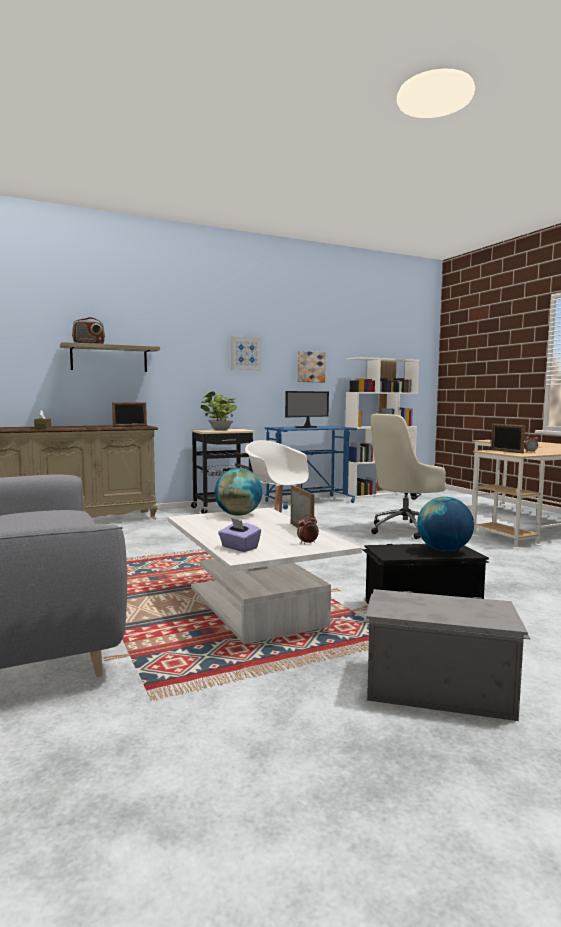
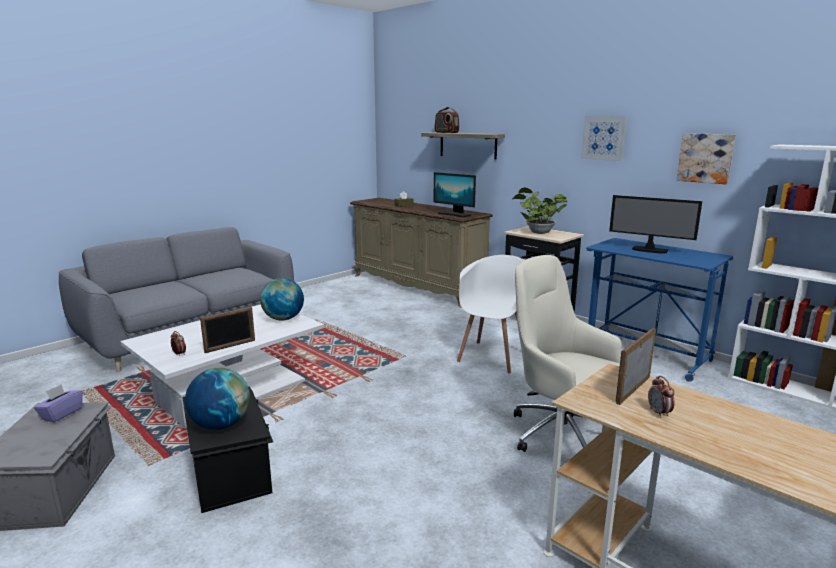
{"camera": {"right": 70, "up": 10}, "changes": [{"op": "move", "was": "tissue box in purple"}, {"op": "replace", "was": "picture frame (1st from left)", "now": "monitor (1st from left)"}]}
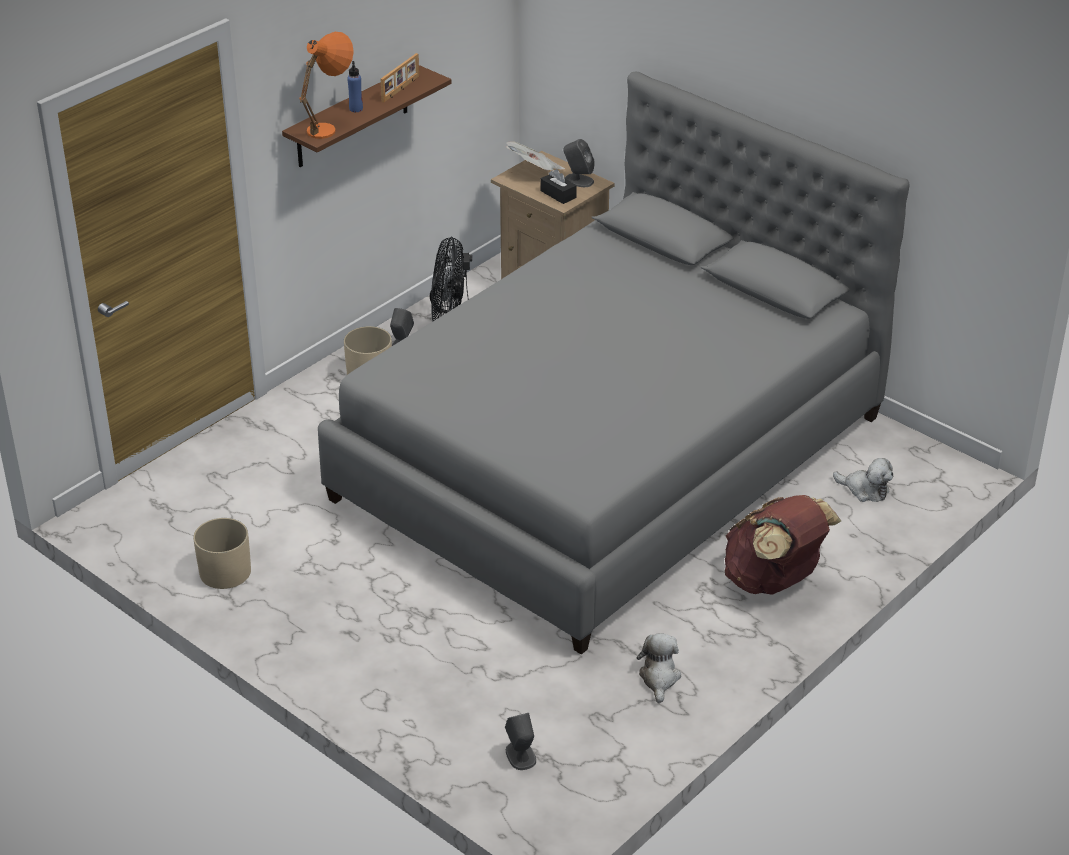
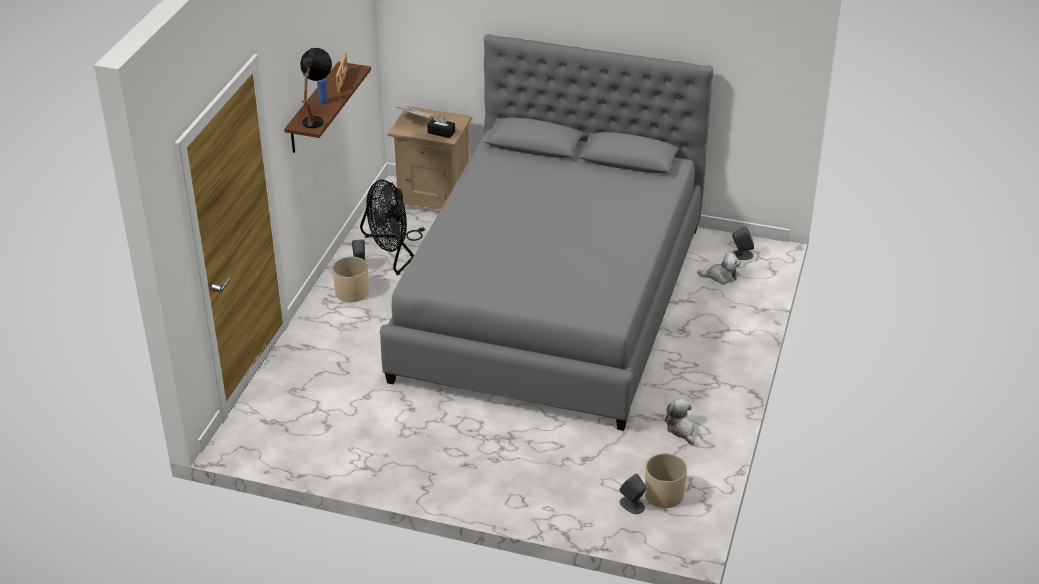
{"camera": {"right": -25, "up": 0}, "changes": [{"op": "recolor", "was": "table lamp in orange", "now": "table lamp in black"}, {"op": "move", "was": "planter in beige (1st from left in the first image)", "now": "planter in beige (2nd from left)"}, {"op": "move", "was": "speaker in grey (3rd from left)"}, {"op": "delete", "was": "backpack in brown"}]}
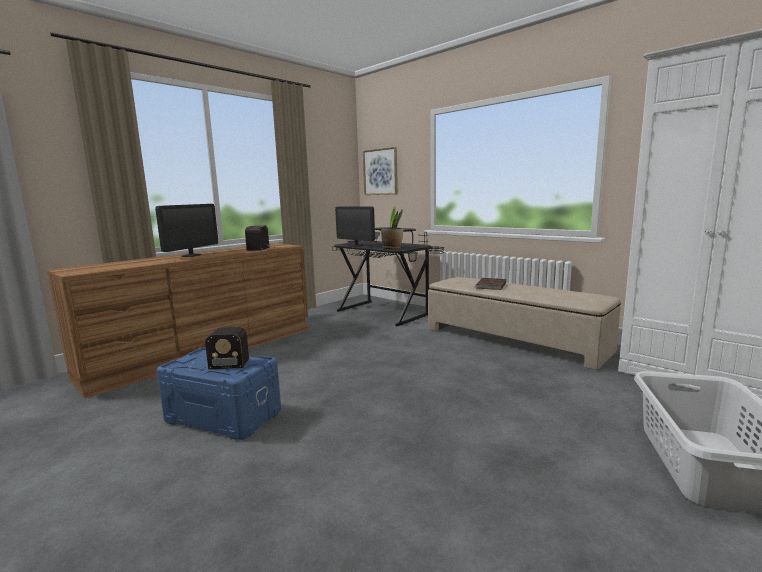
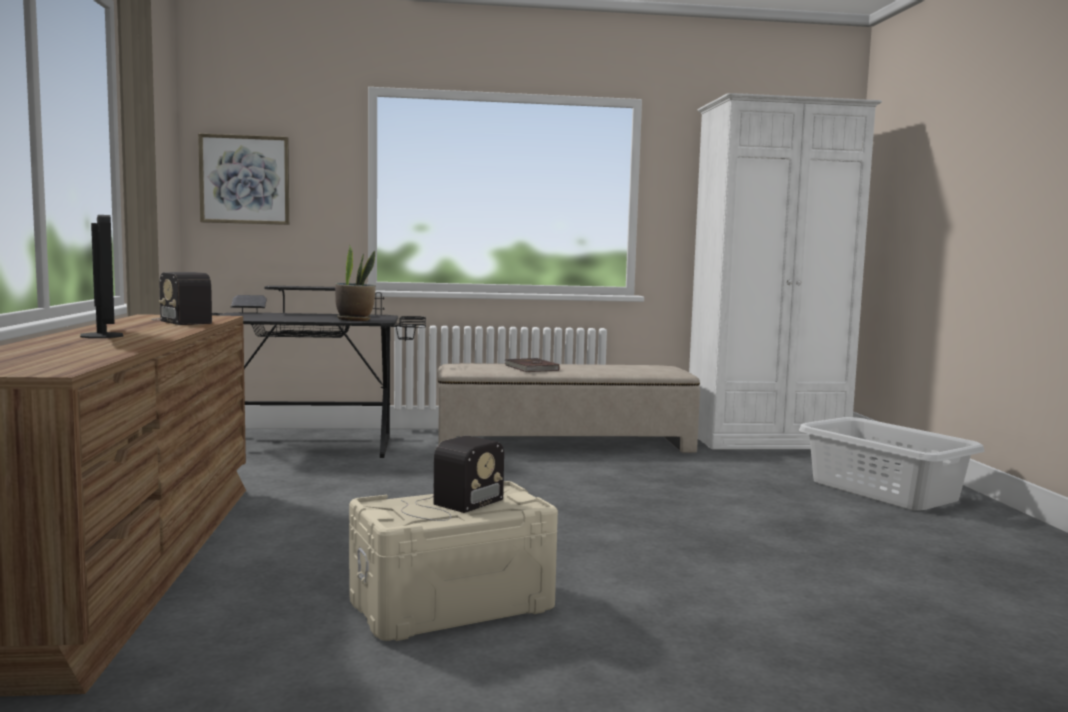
{"camera": {"right": -50, "up": -5}, "changes": [{"op": "recolor", "was": "storage box in blue", "now": "storage box in beige"}, {"op": "delete", "was": "monitor (2nd from left)"}]}
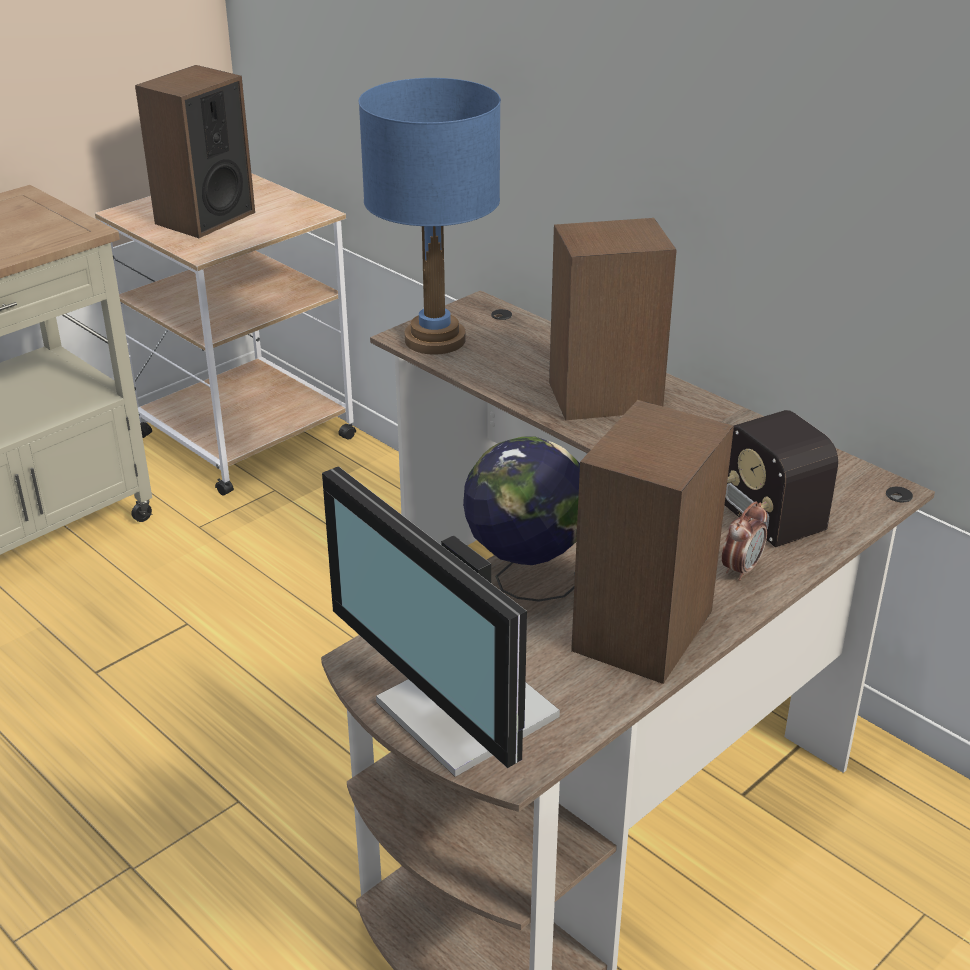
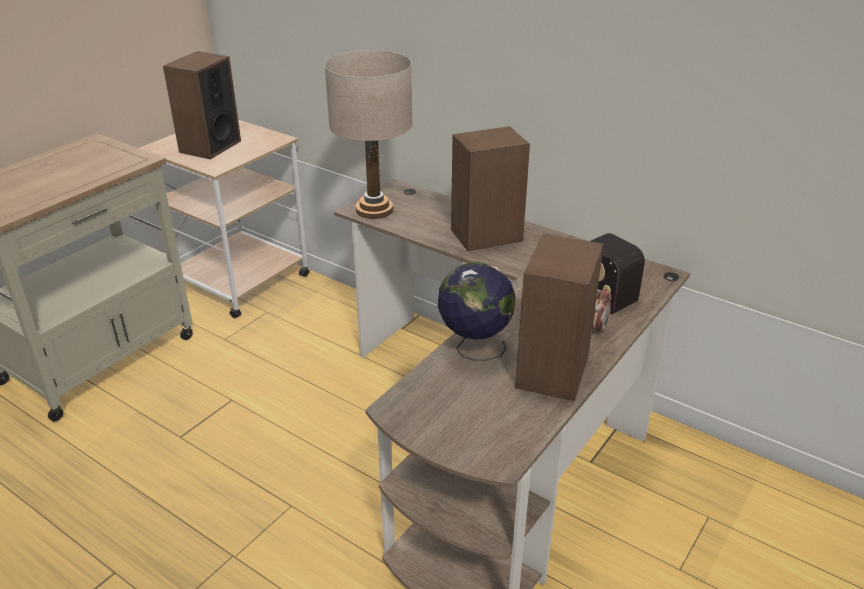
{"camera": {"right": -10, "up": 0}, "changes": [{"op": "recolor", "was": "table lamp in blue", "now": "table lamp in beige"}, {"op": "delete", "was": "monitor"}]}
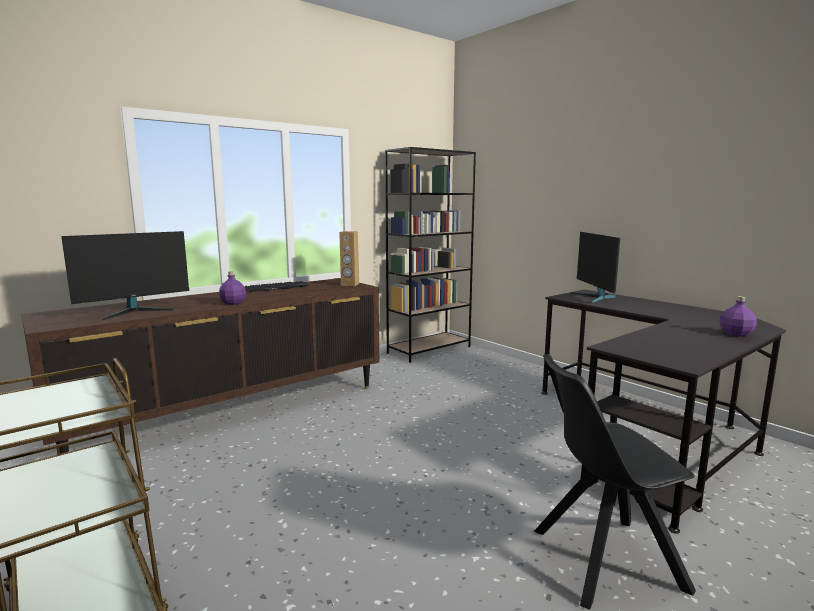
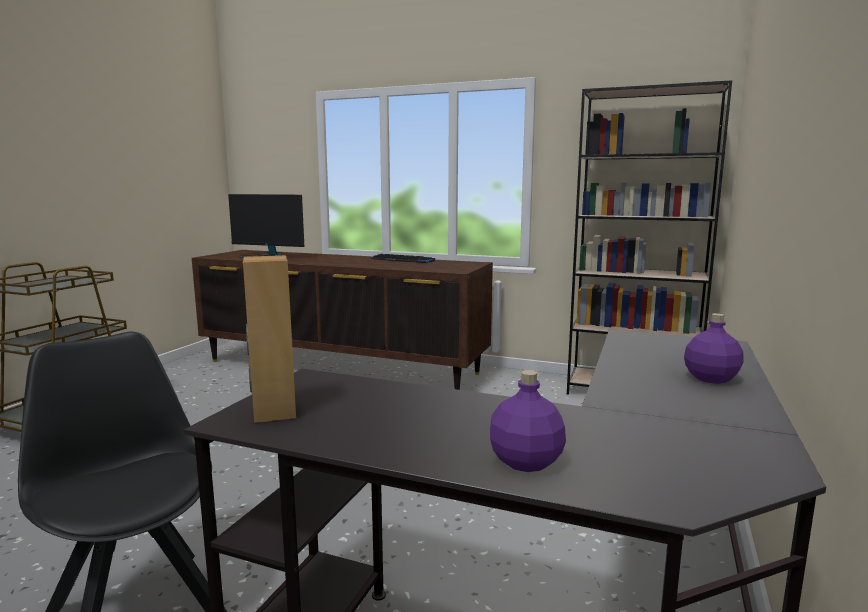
{"camera": {"right": 60, "up": 0}, "changes": [{"op": "move", "was": "speaker in brown"}, {"op": "move", "was": "bottle in purple (1st from left in the first image)", "now": "bottle in purple (2nd from left)"}, {"op": "delete", "was": "monitor (2nd from left)"}]}
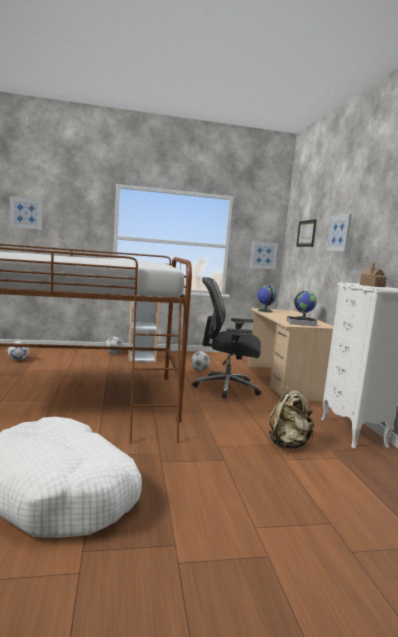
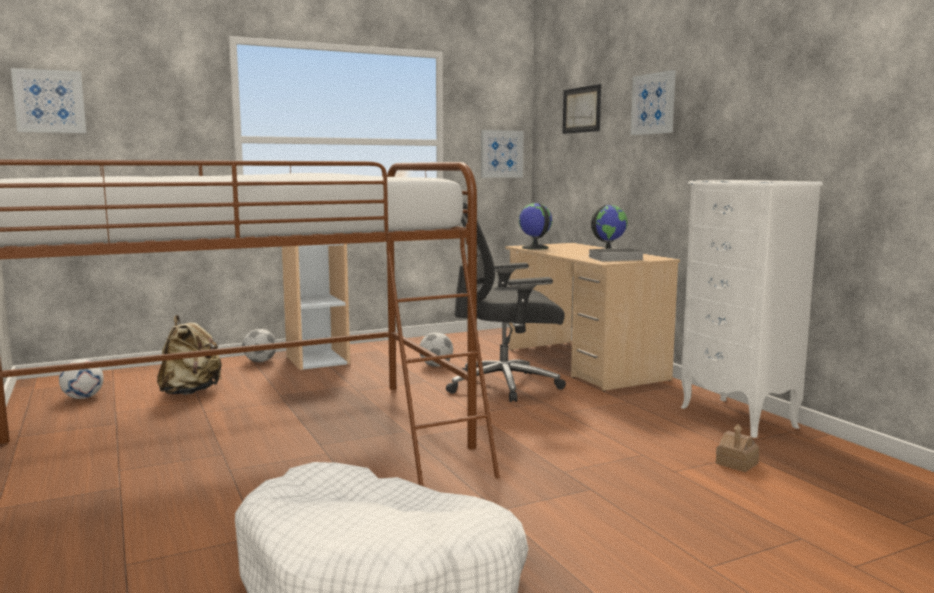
{"camera": {"right": -15, "up": 0}, "changes": [{"op": "move", "was": "backpack in beige"}, {"op": "move", "was": "toy house"}]}
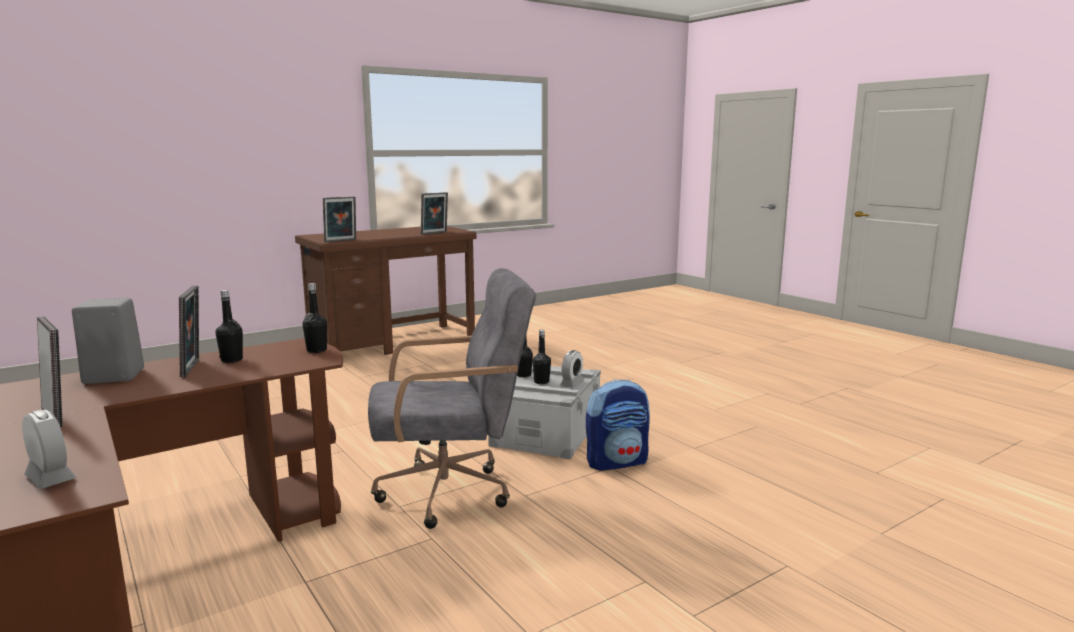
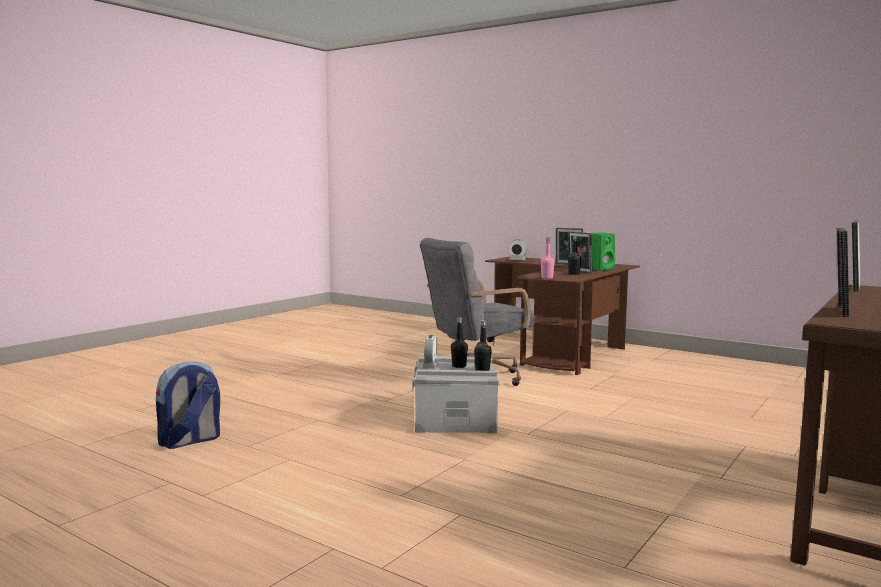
{"camera": {"right": 160, "up": -5}, "changes": [{"op": "move", "was": "backpack"}, {"op": "recolor", "was": "bottle in black (2nd from left)", "now": "bottle in pink"}, {"op": "recolor", "was": "speaker in grey", "now": "speaker in green"}]}
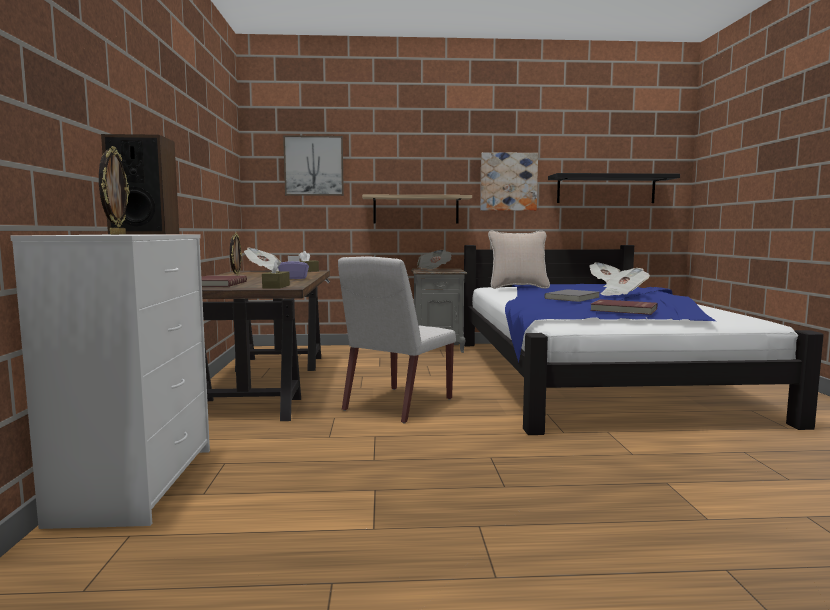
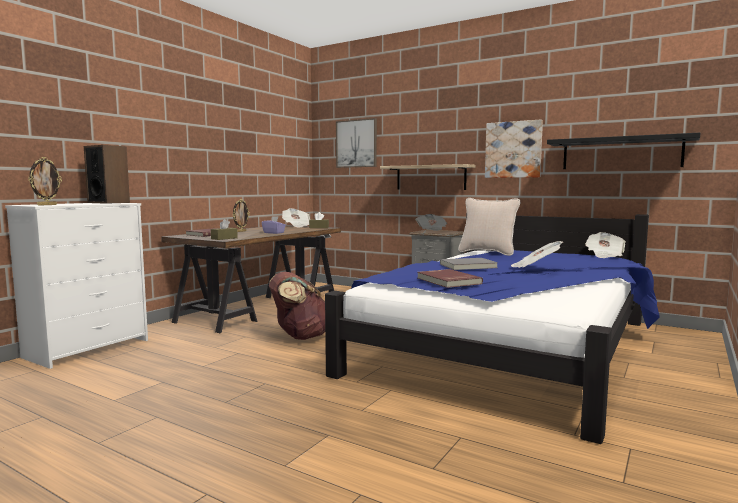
{"camera": {"right": 35, "up": 0}, "changes": [{"op": "replace", "was": "chair in white", "now": "backpack in brown"}]}
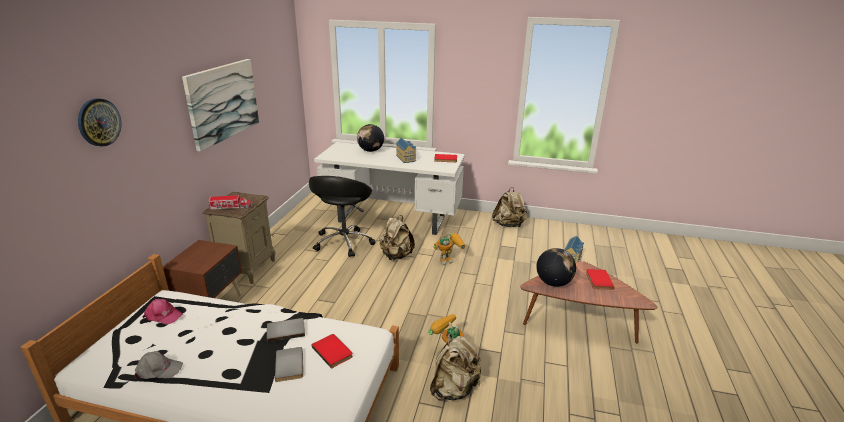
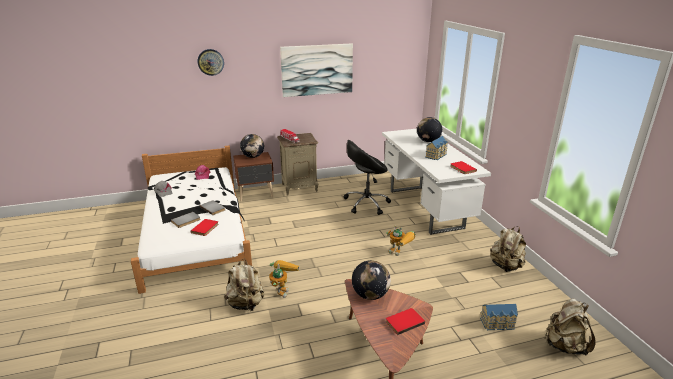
{"camera": {"right": 60, "up": 0}, "changes": [{"op": "insert", "now": "globe (1st from left)"}, {"op": "move", "was": "backpack in beige (1st from left in the first image)", "now": "backpack in beige (3rd from left)"}]}
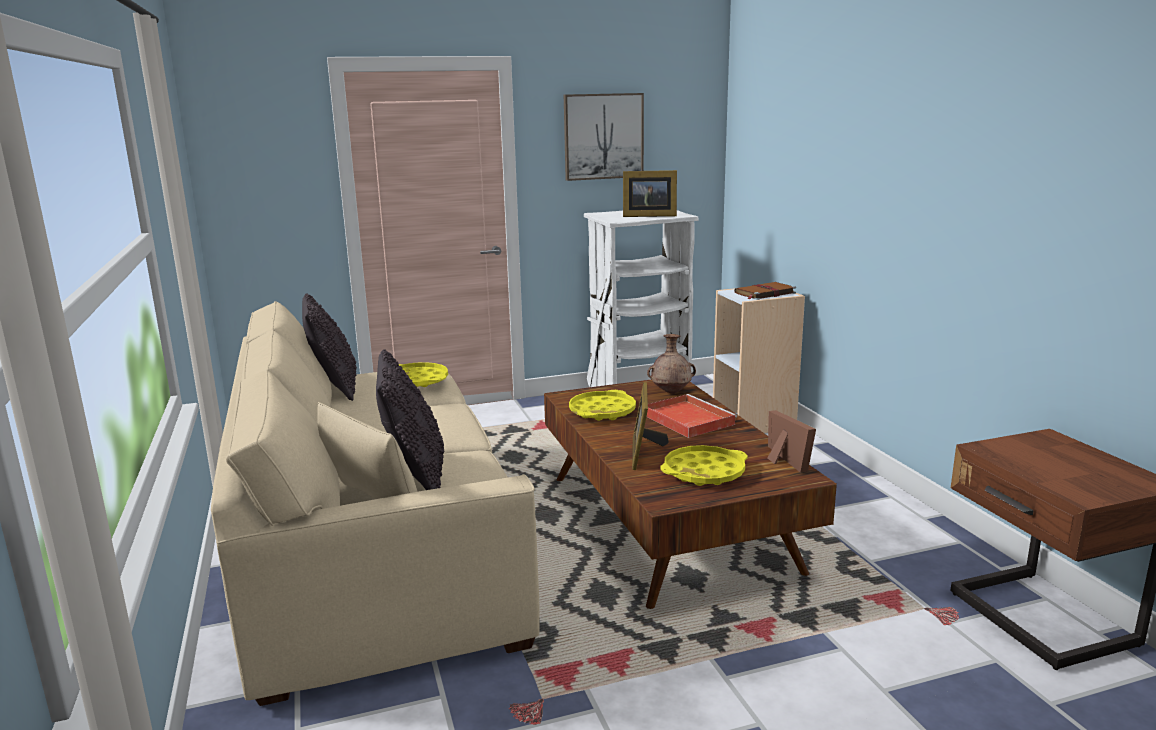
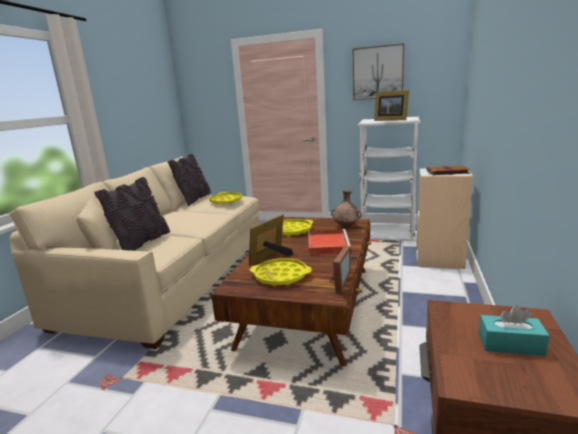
{"camera": {"right": 35, "up": 0}, "changes": [{"op": "insert", "now": "tissue box in turquoise"}]}
